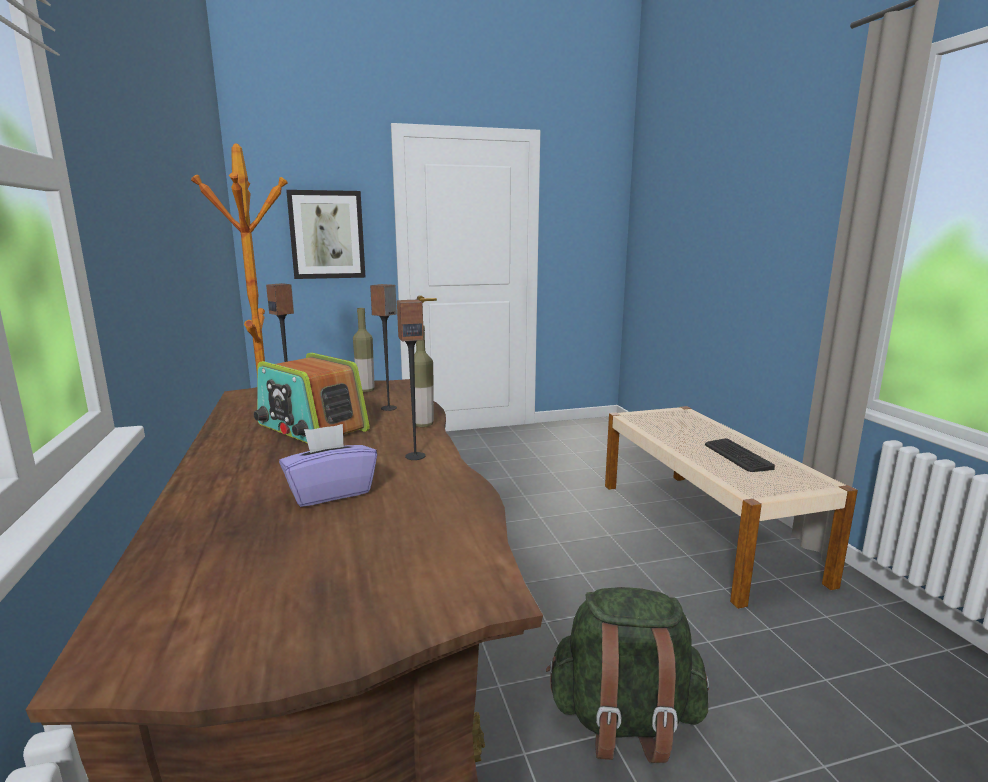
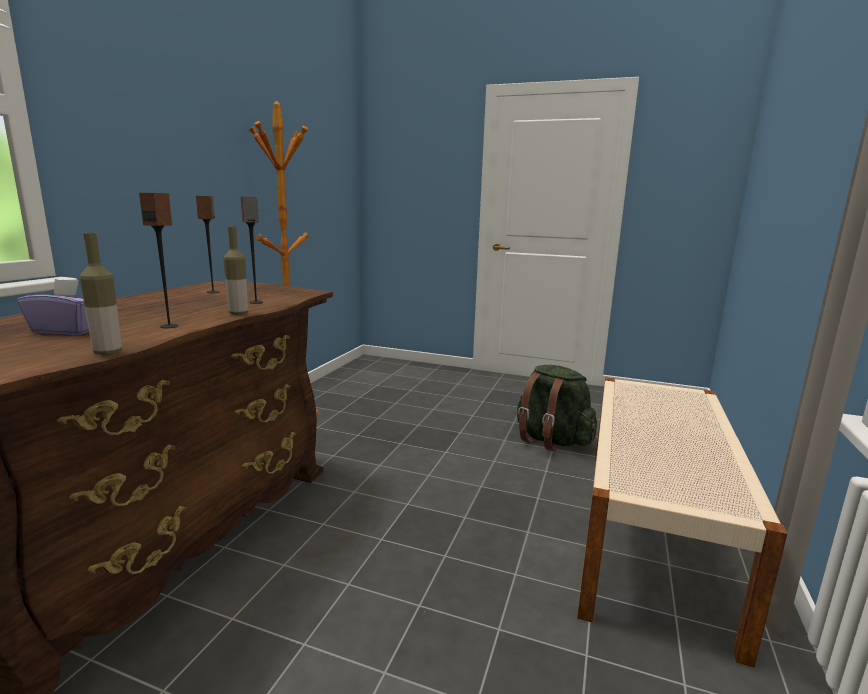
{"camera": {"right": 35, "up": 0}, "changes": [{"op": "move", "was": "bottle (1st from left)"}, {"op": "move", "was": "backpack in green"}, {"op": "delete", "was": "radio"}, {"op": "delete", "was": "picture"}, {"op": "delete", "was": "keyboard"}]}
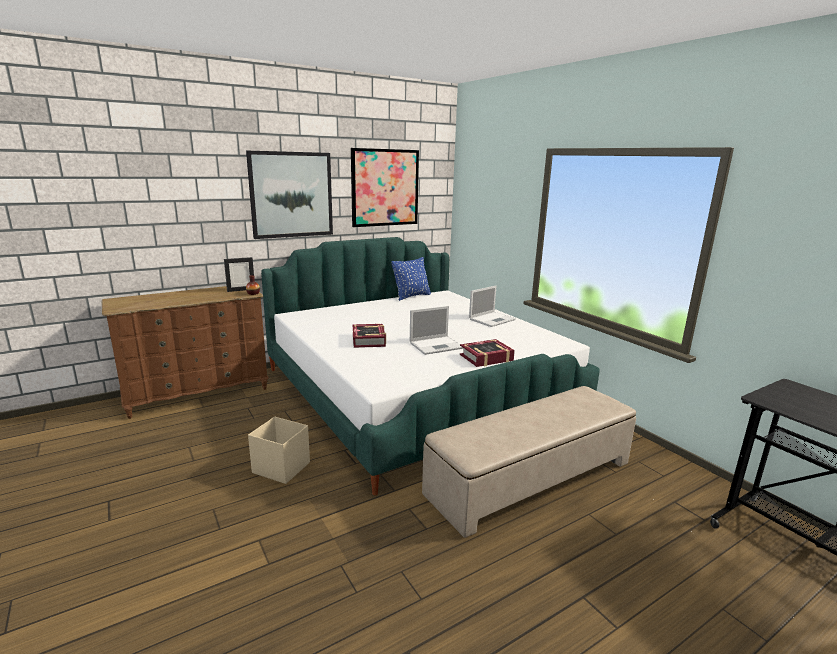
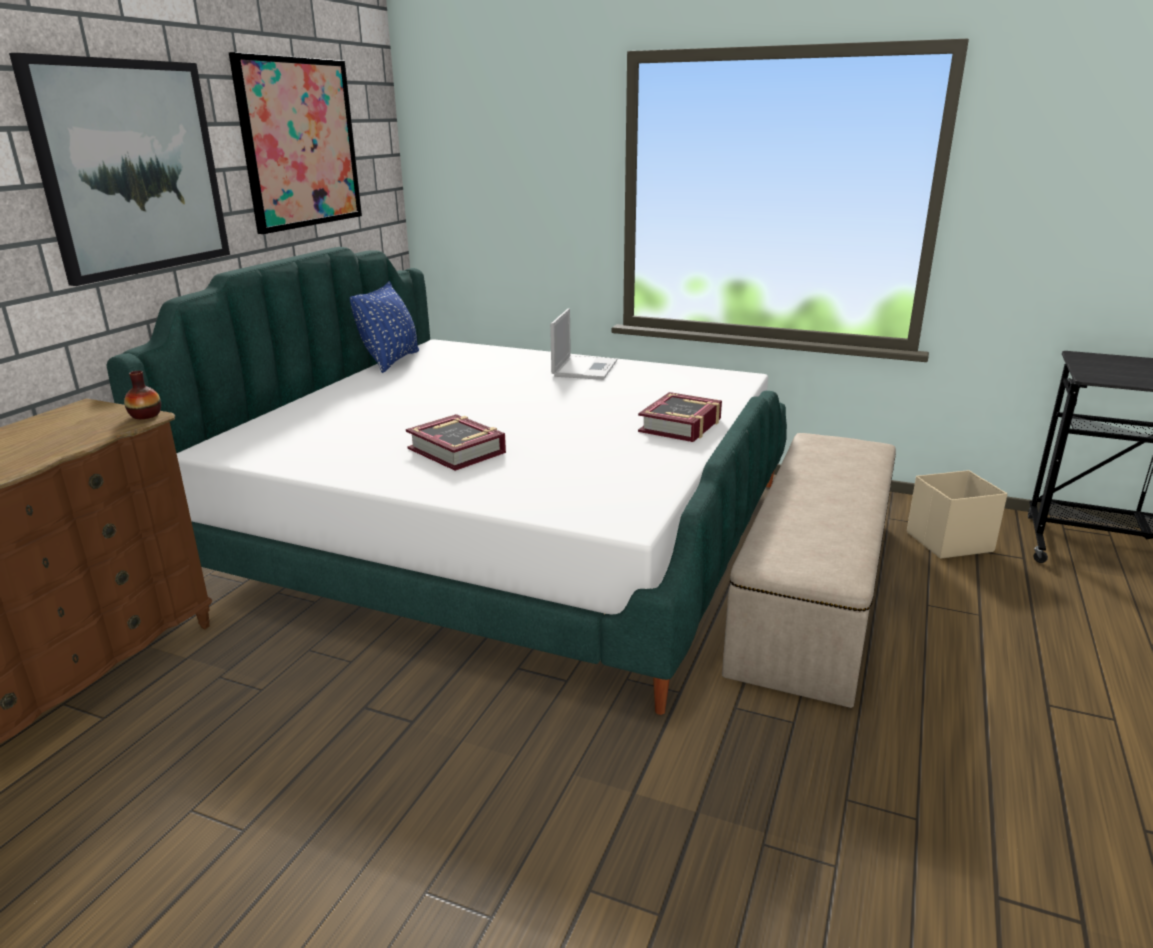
{"camera": {"right": -35, "up": 5}, "changes": [{"op": "move", "was": "storage box in beige"}, {"op": "delete", "was": "picture frame"}, {"op": "delete", "was": "laptop (1st from left)"}]}
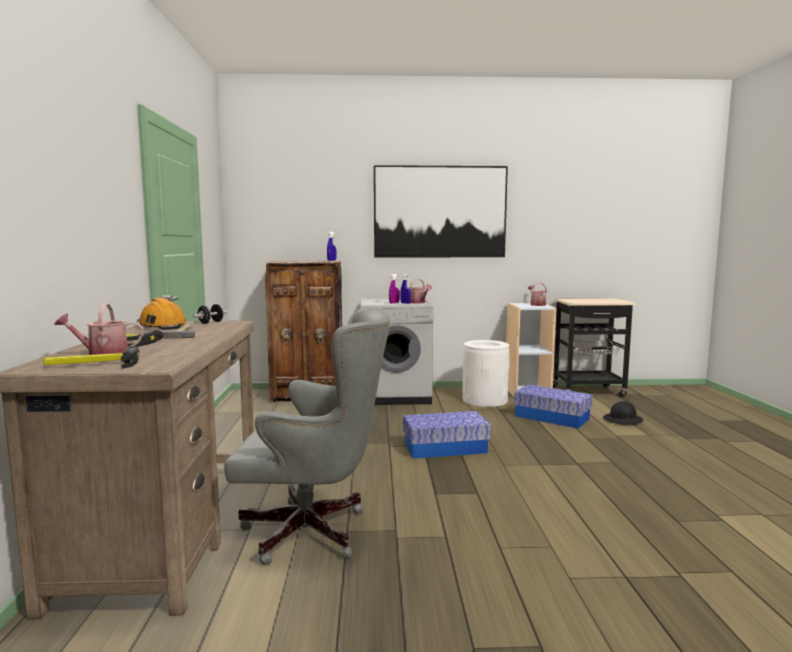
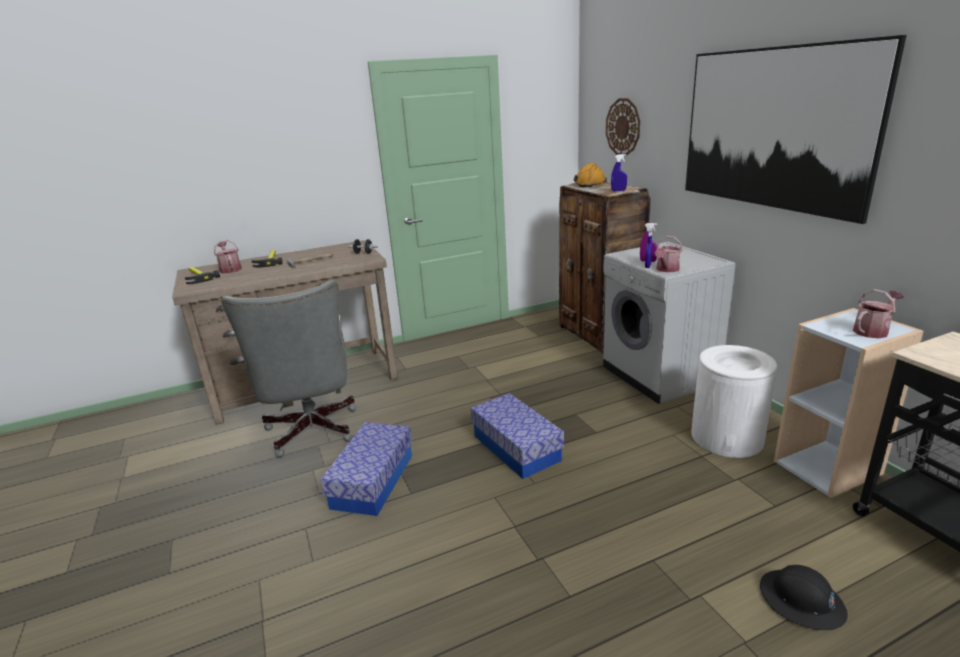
{"camera": {"right": 70, "up": 15}, "changes": [{"op": "move", "was": "storage box (2nd from left in the first image)", "now": "storage box (1st from left)"}, {"op": "move", "was": "hard hat in orange"}, {"op": "insert", "now": "wall clock"}]}
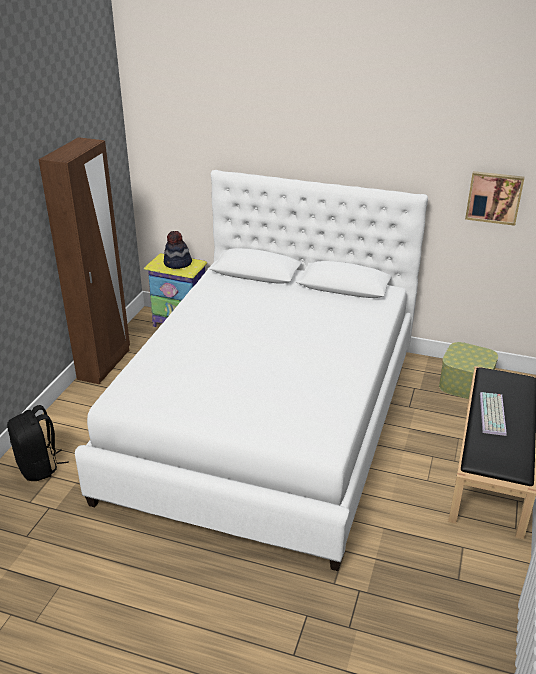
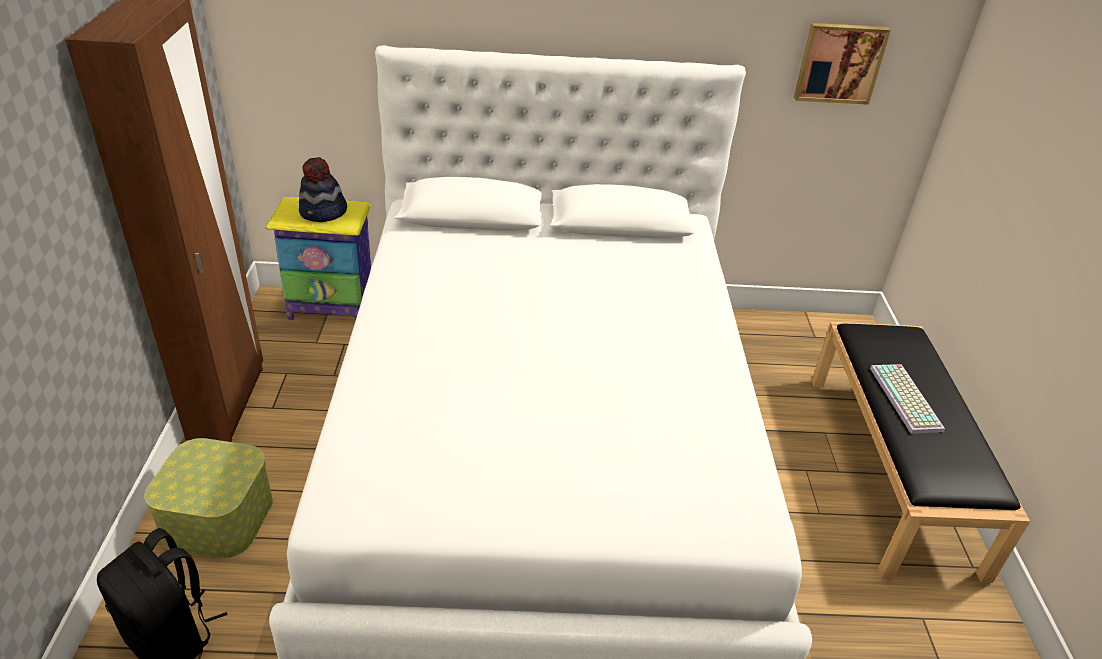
{"camera": {"right": -20, "up": 5}, "changes": [{"op": "move", "was": "storage box"}]}
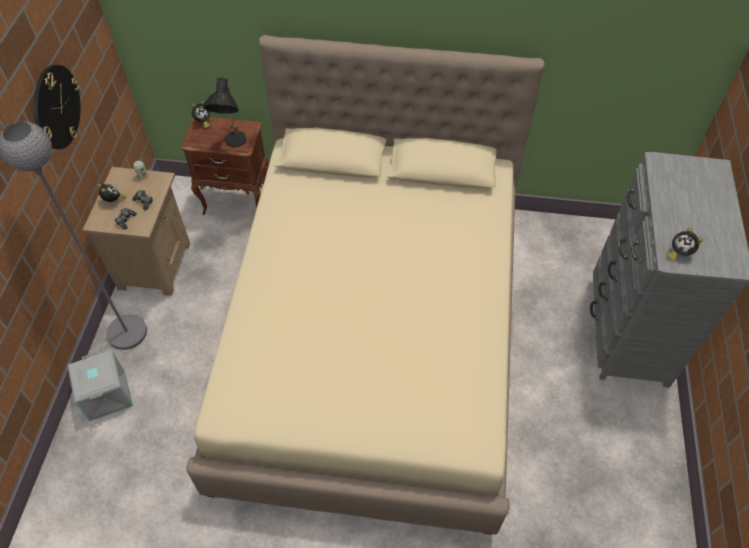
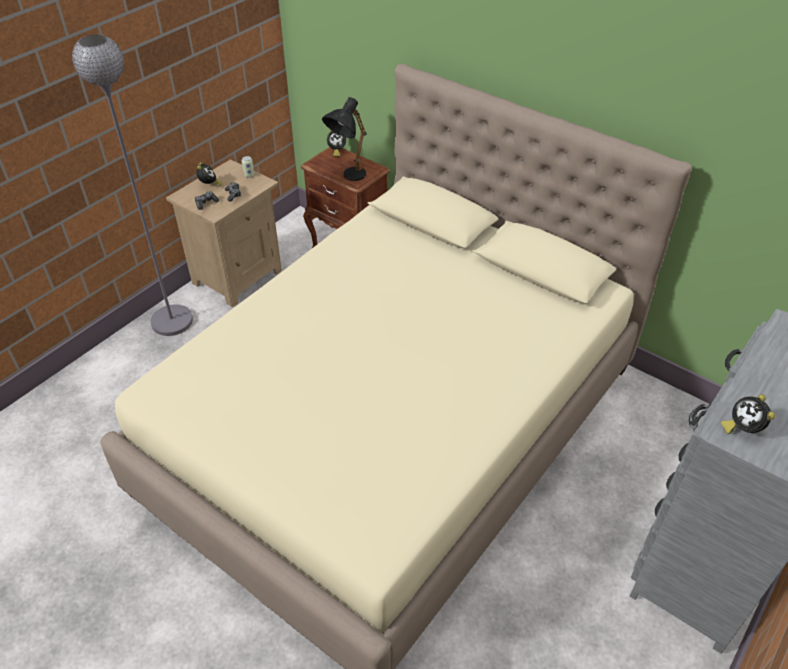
{"camera": {"right": 30, "up": -10}, "changes": [{"op": "delete", "was": "wall clock"}, {"op": "delete", "was": "storage box in grey"}]}
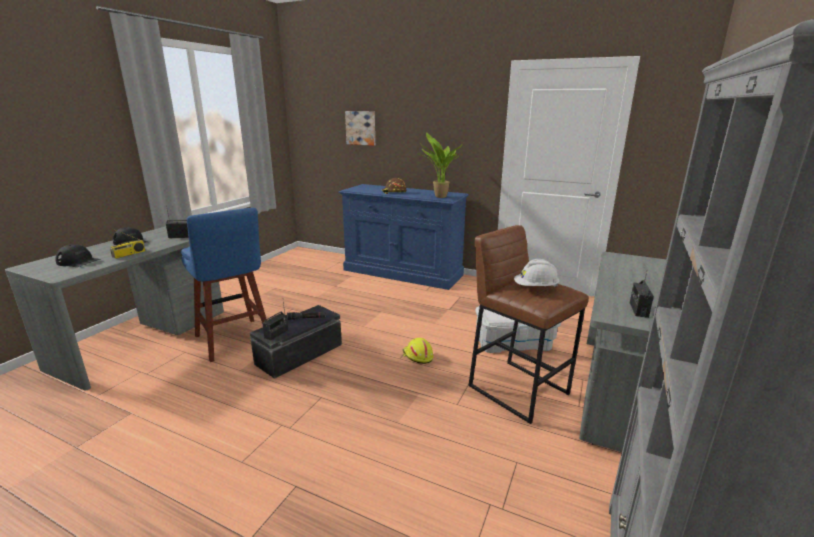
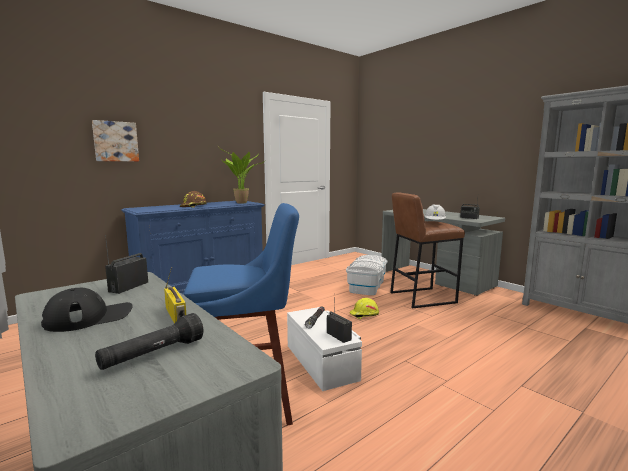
{"camera": {"right": -65, "up": -10}, "changes": [{"op": "replace", "was": "cap in black (1st from left)", "now": "flashlight in black (1st from left)"}, {"op": "recolor", "was": "storage box in black", "now": "storage box in white (1st from left)"}]}
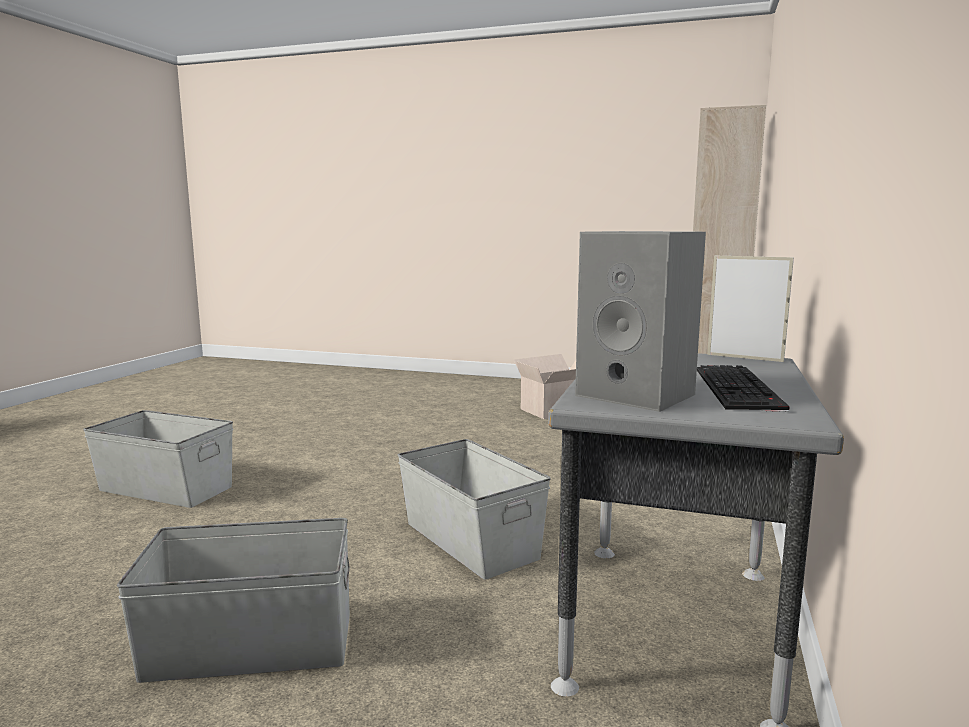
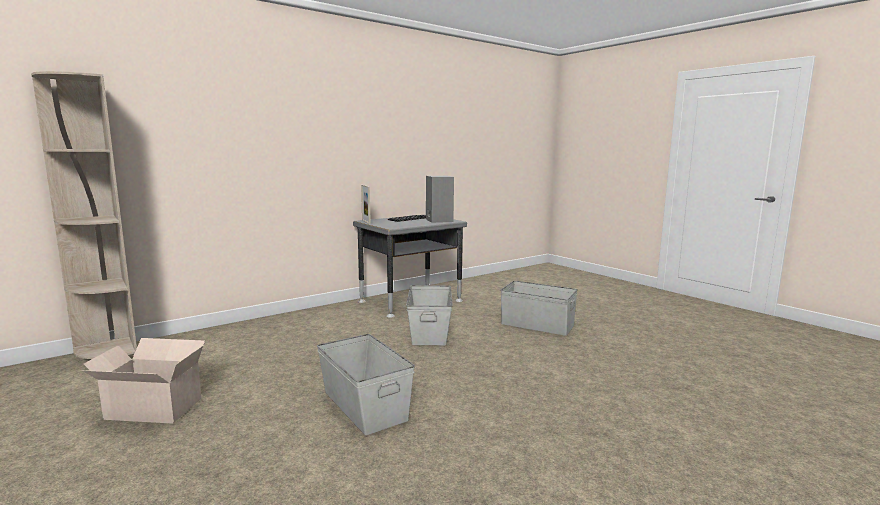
{"camera": {"right": -145, "up": 0}, "changes": [{"op": "move", "was": "storage box in grey (1st from left)"}]}
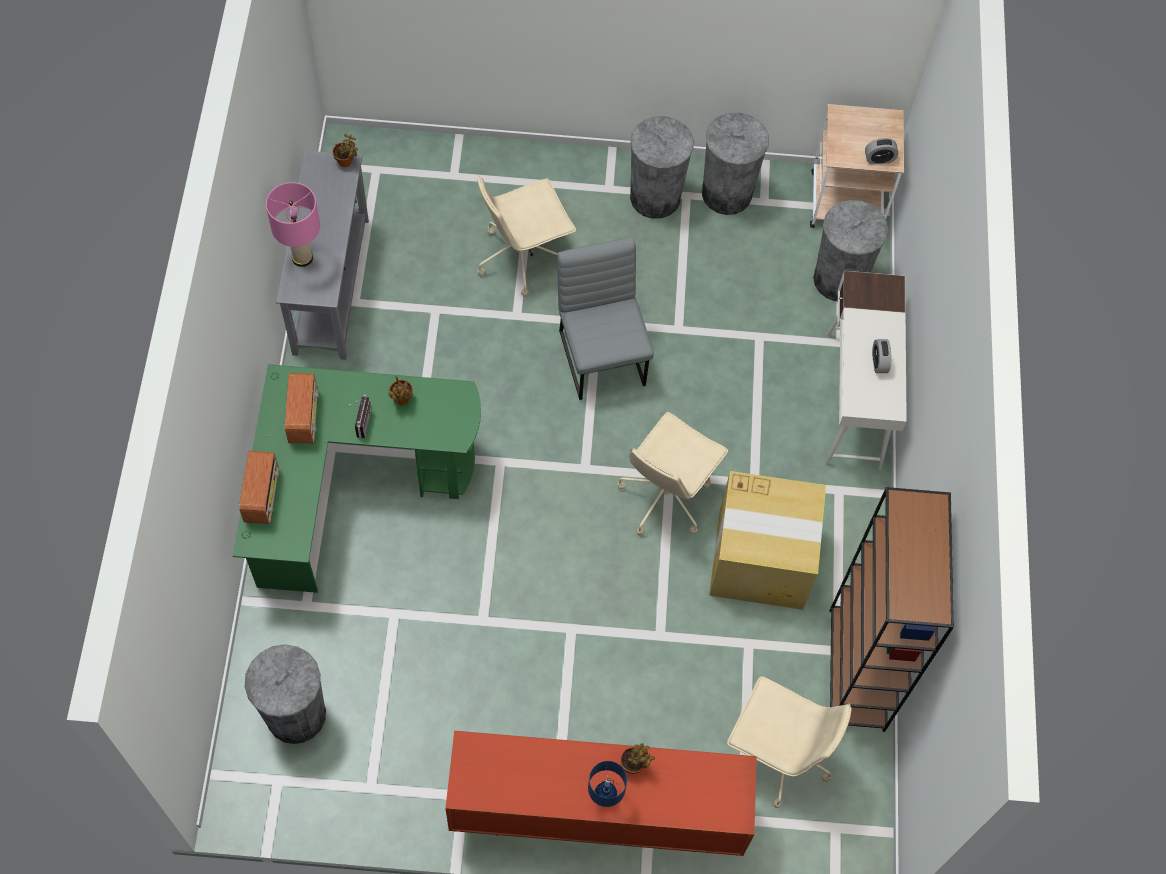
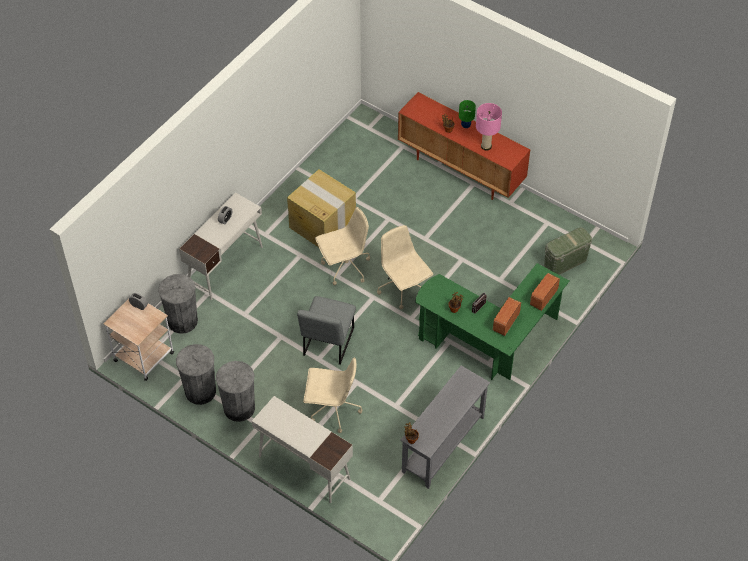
{"camera": {"right": -145, "up": -10}, "changes": [{"op": "insert", "now": "desk in white (2nd from left)"}, {"op": "move", "was": "office chair in beige (3rd from left)"}, {"op": "recolor", "was": "table lamp in blue", "now": "table lamp in green"}, {"op": "move", "was": "table lamp in pink"}, {"op": "replace", "was": "trash can in grey (1st from left)", "now": "storage box in green"}, {"op": "delete", "was": "bookcase in brown"}]}
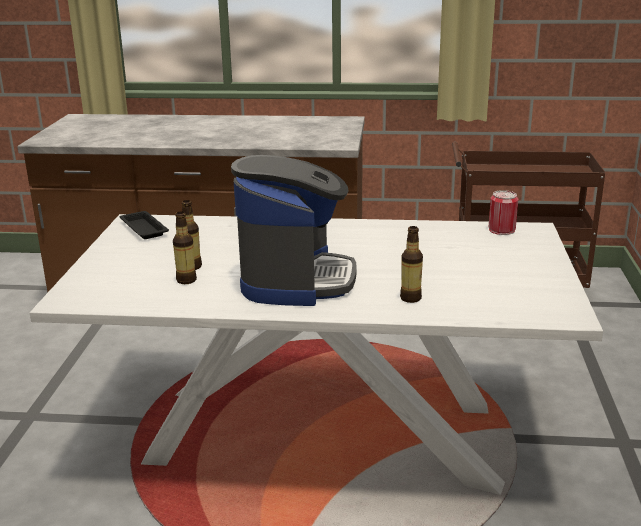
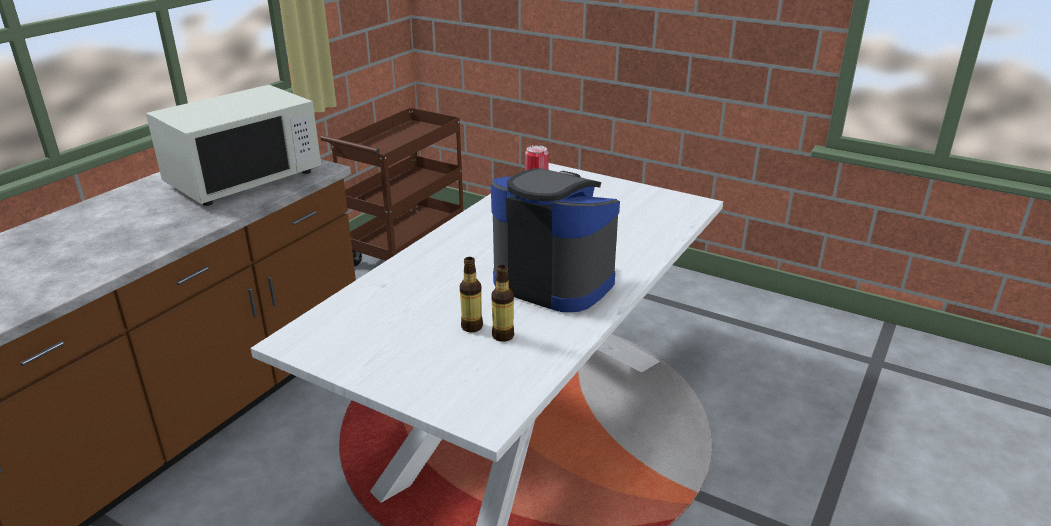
{"camera": {"right": -65, "up": 5}, "changes": [{"op": "insert", "now": "microwave in white"}, {"op": "delete", "was": "tray in black"}, {"op": "delete", "was": "bottle (3rd from left)"}]}
